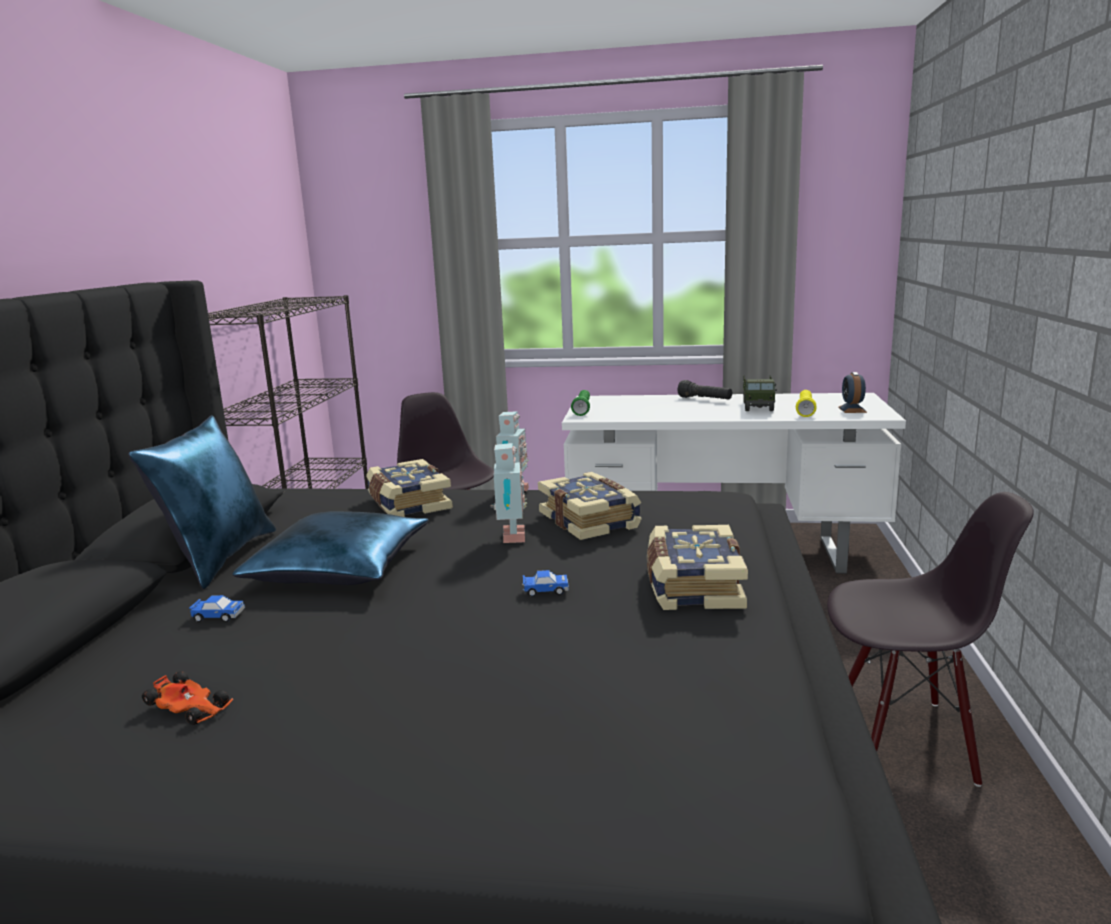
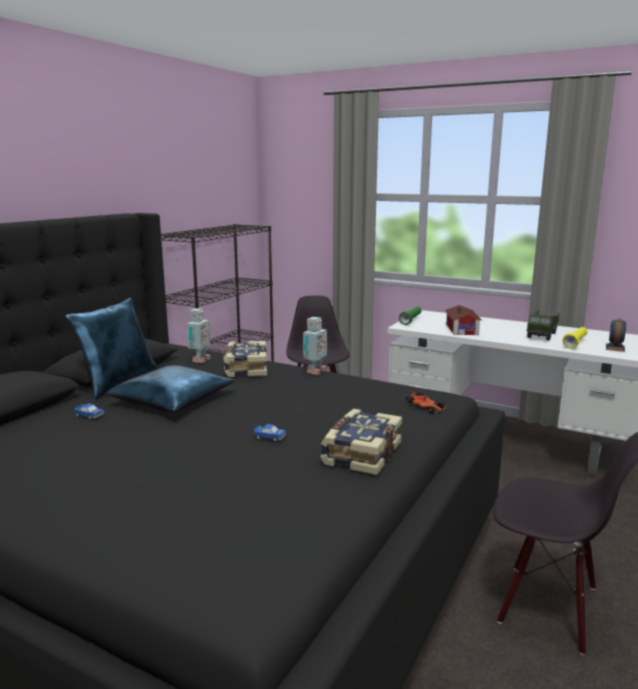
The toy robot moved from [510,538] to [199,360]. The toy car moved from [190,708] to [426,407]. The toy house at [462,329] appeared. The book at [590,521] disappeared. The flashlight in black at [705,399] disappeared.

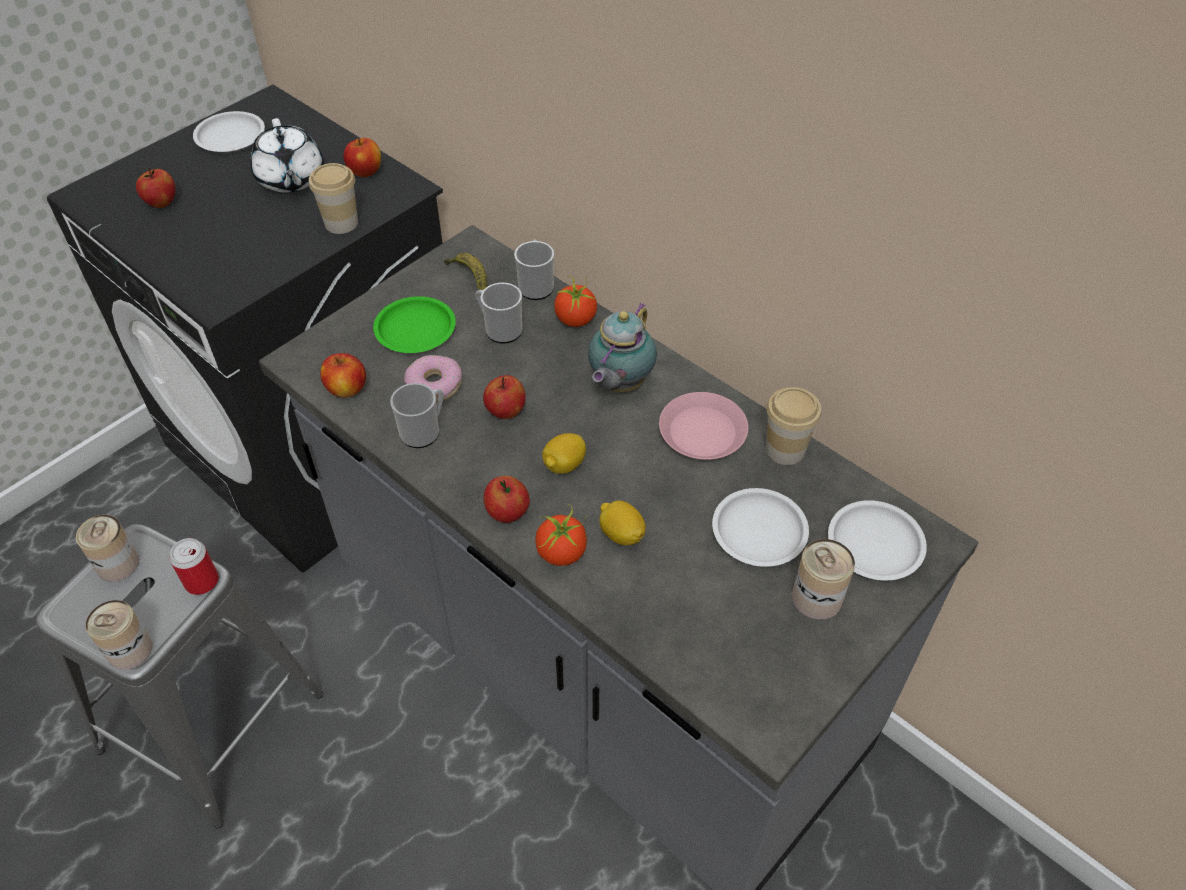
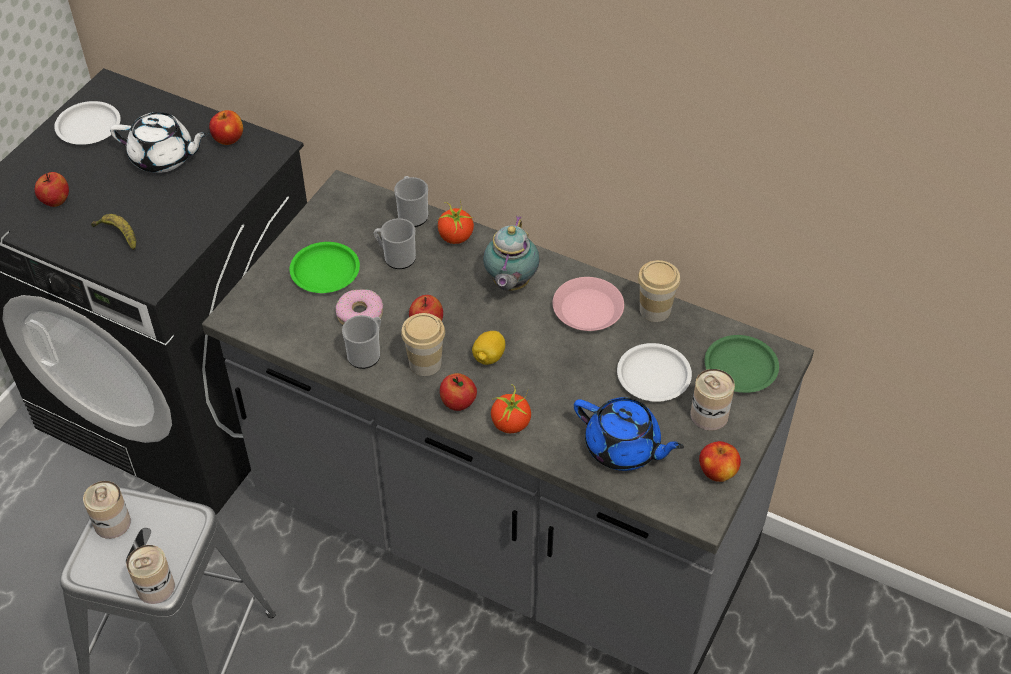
The banana moved from [470,278] to [118,235]. The teapot in white at [291,179] turned 45 degrees counterclockwise. The cup moved from [341,223] to [425,363]. The teapot in blue at [623,448] appeared. The apple moved from [347,389] to [717,472]. The plate in white at [874,545] became the plate in green at [740,368]. The can at [202,581] disappeared. The lemon at [621,534] disappeared.

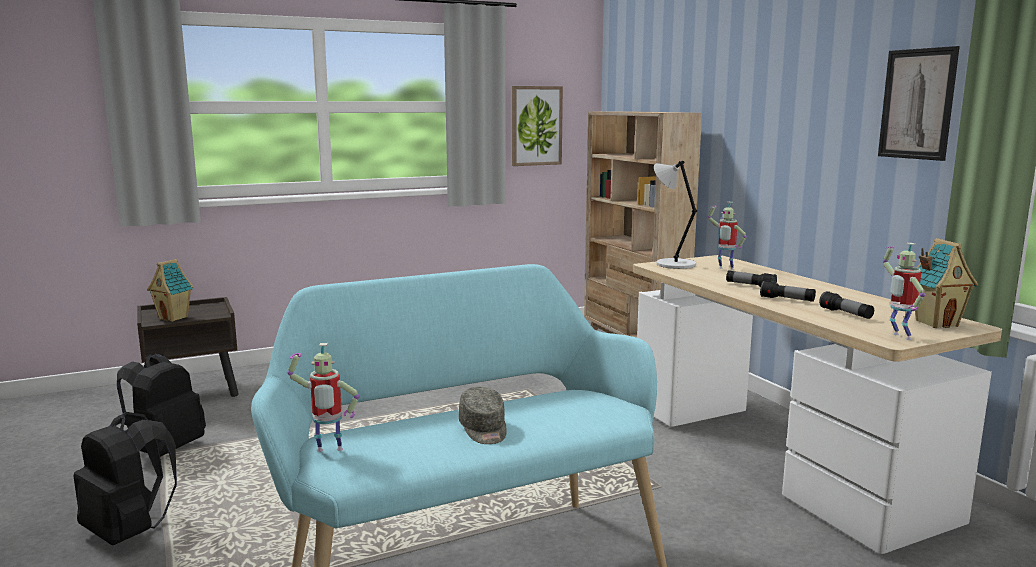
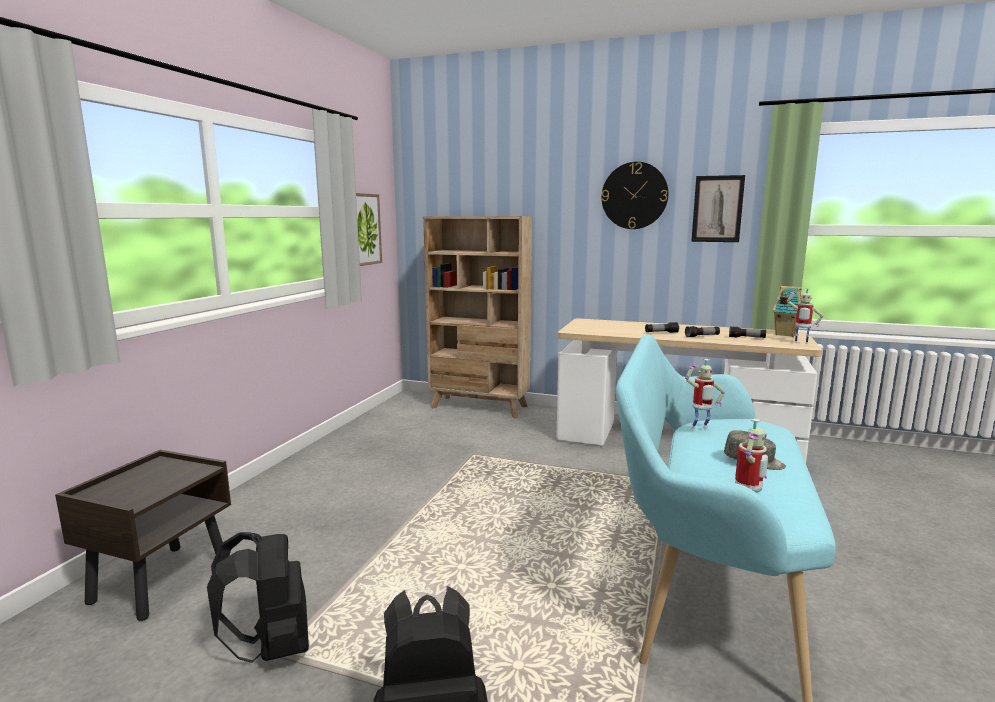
The wall clock at [634,195] appeared. The toy robot moved from [724,269] to [700,428]. The toy house at [174,318] disappeared. The table lamp in grey at [673,264] disappeared.

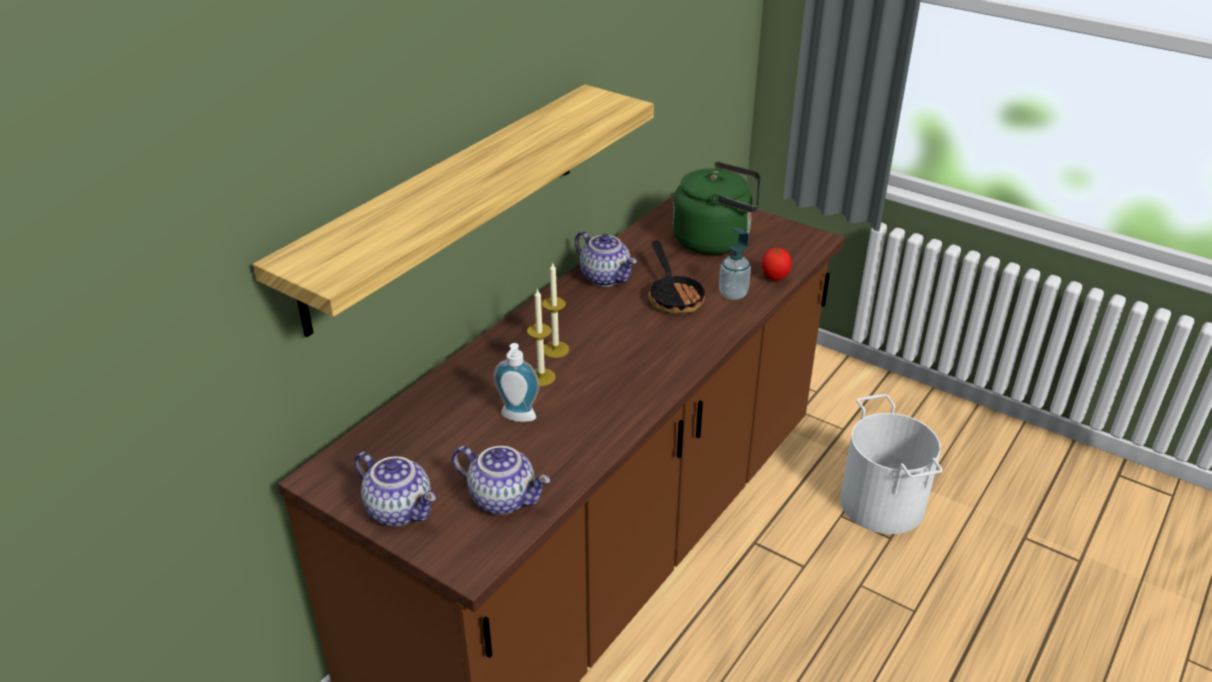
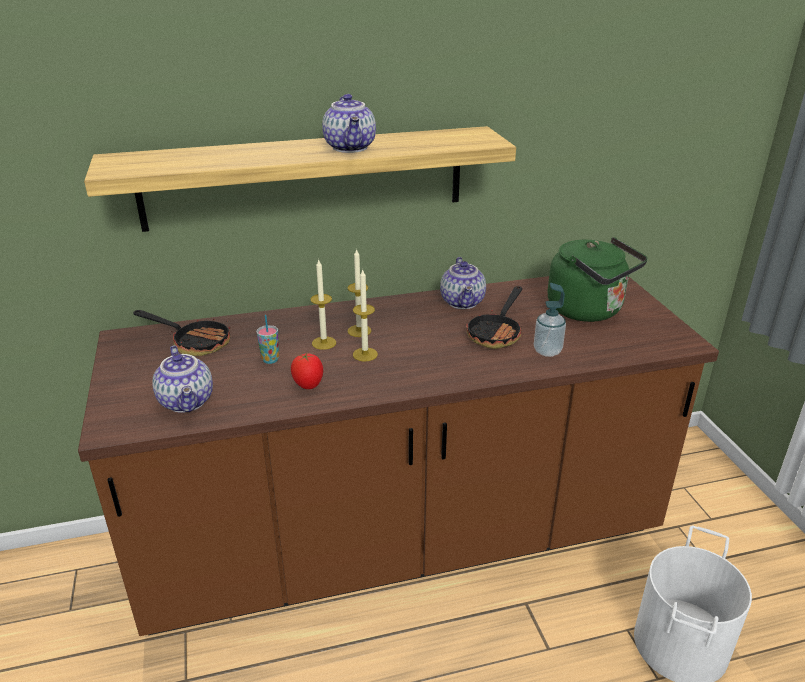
The frying pan at [194,342] appeared. The soap dispenser at [517,418] was replaced by the cup at [270,360]. The tomato moved from [774,278] to [308,386]. The teapot moved from [401,510] to [351,148]. The candle at [365,354] appeared.

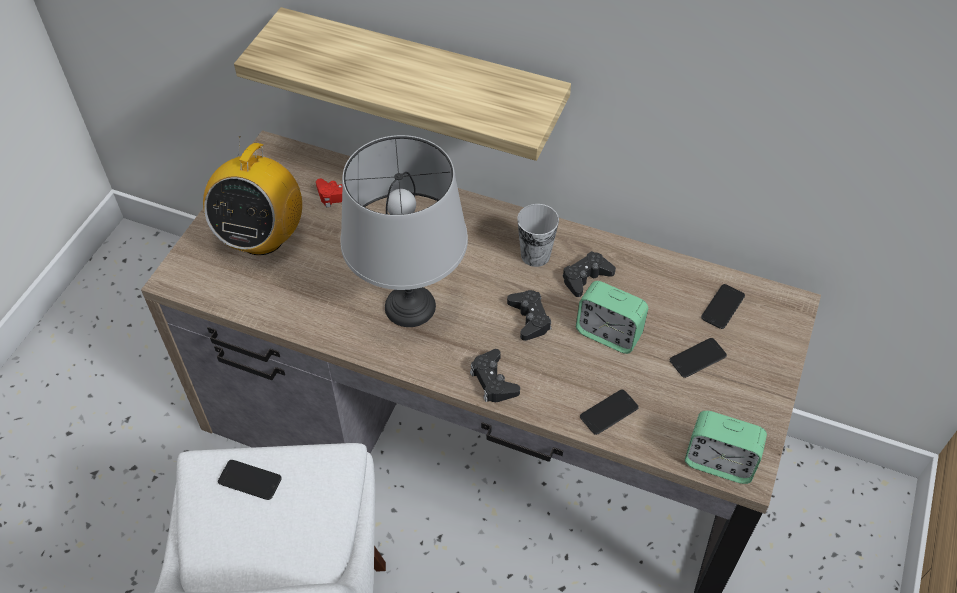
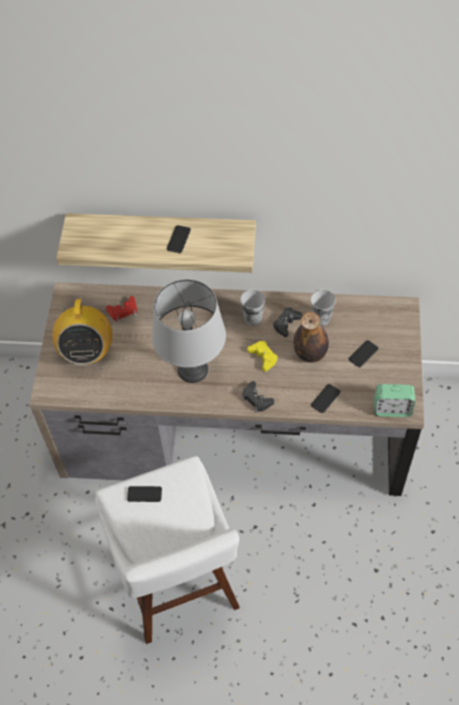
The phone moved from [722,307] to [178,239]. The game controller in black at [529,318] became the game controller in yellow at [263,357]. The alarm clock at [608,334] was replaced by the bottle at [310,353]. The cup at [321,318] appeared.

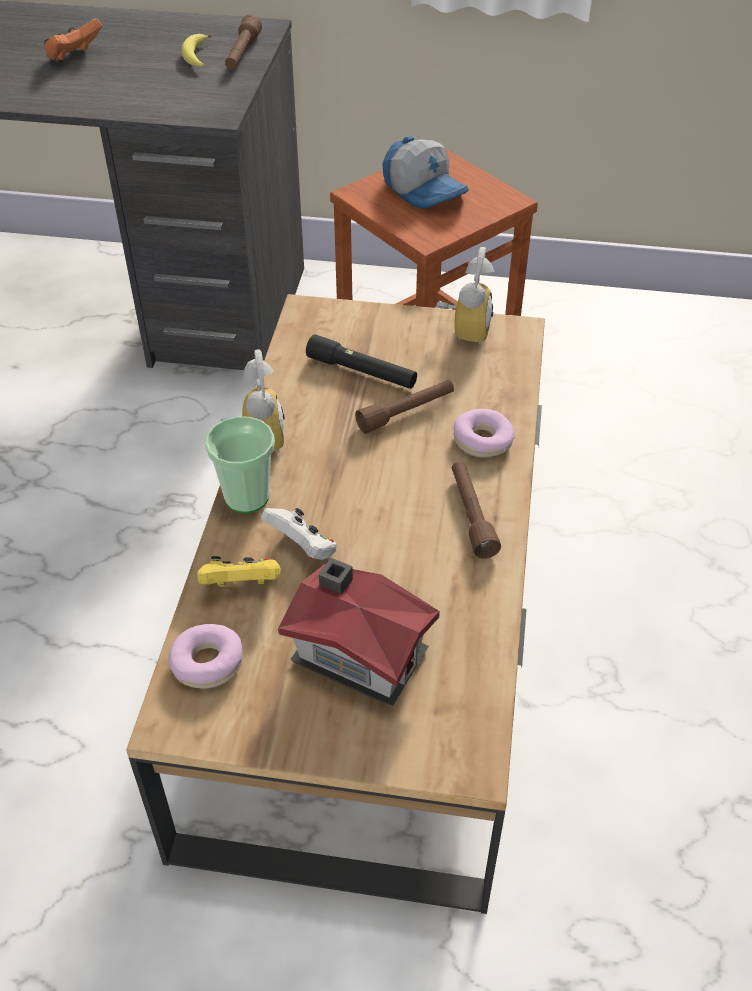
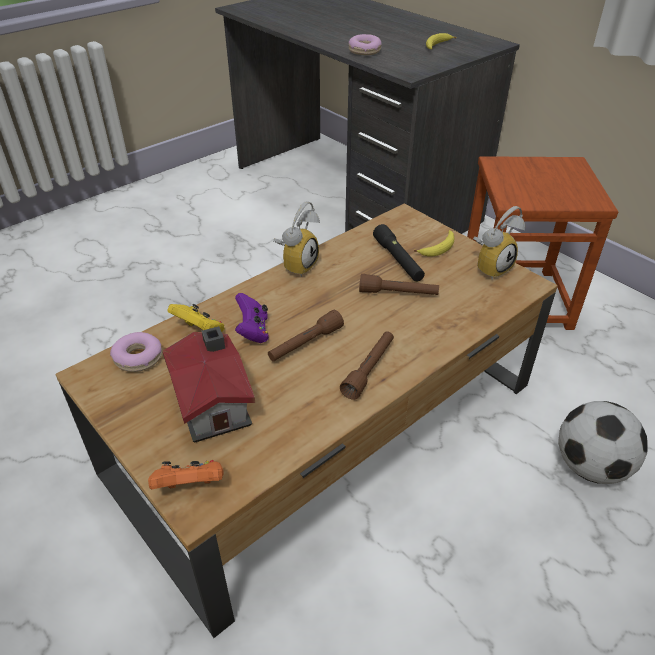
The game controller in orange moved from [74,56] to [190,486]. The game controller in white at [303,548] became the game controller in purple at [253,331]. The flashlight in brown moved from [242,54] to [305,344]. The donut moved from [482,441] to [364,51]. The banana at [438,248] appeared. The football at [590,466] appeared. The cup at [246,497] disappeared. The cap at [425,190] disappeared.

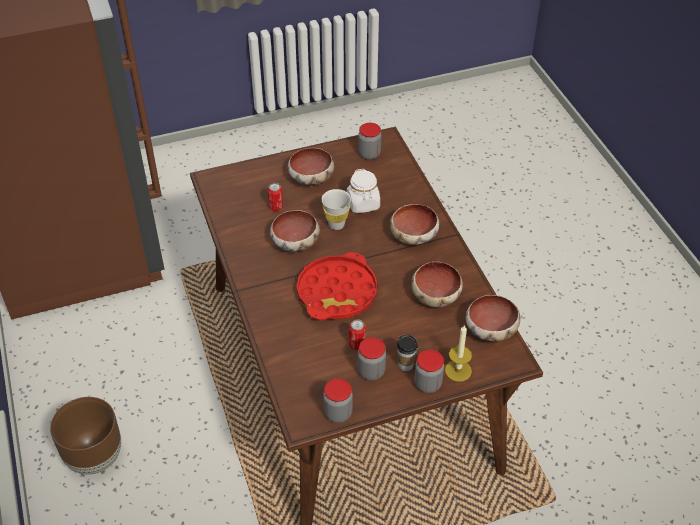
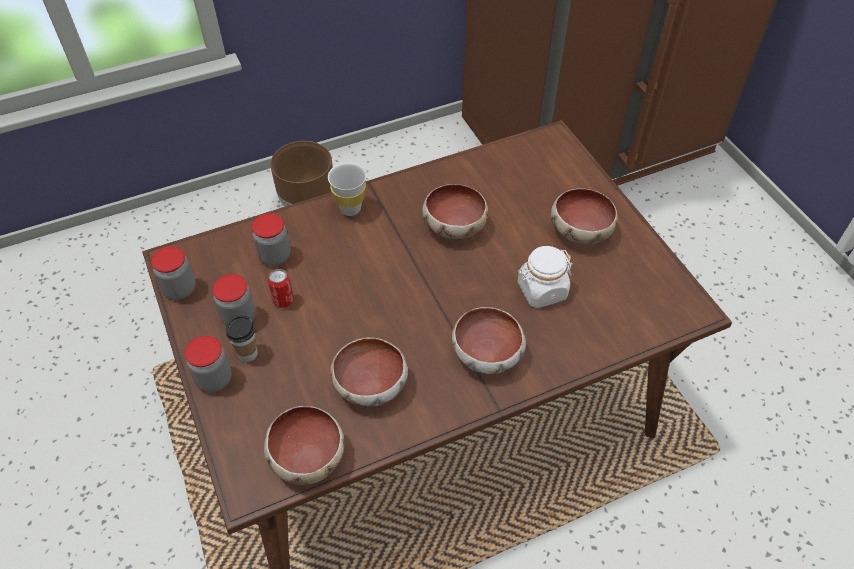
The jar moved from [369,154] to [275,256]. The cup in white moved from [336,224] to [350,209]. The can at [276,207] disappeared. The tray in red at [337,292] disappeared. The candle at [458,370] disappeared.

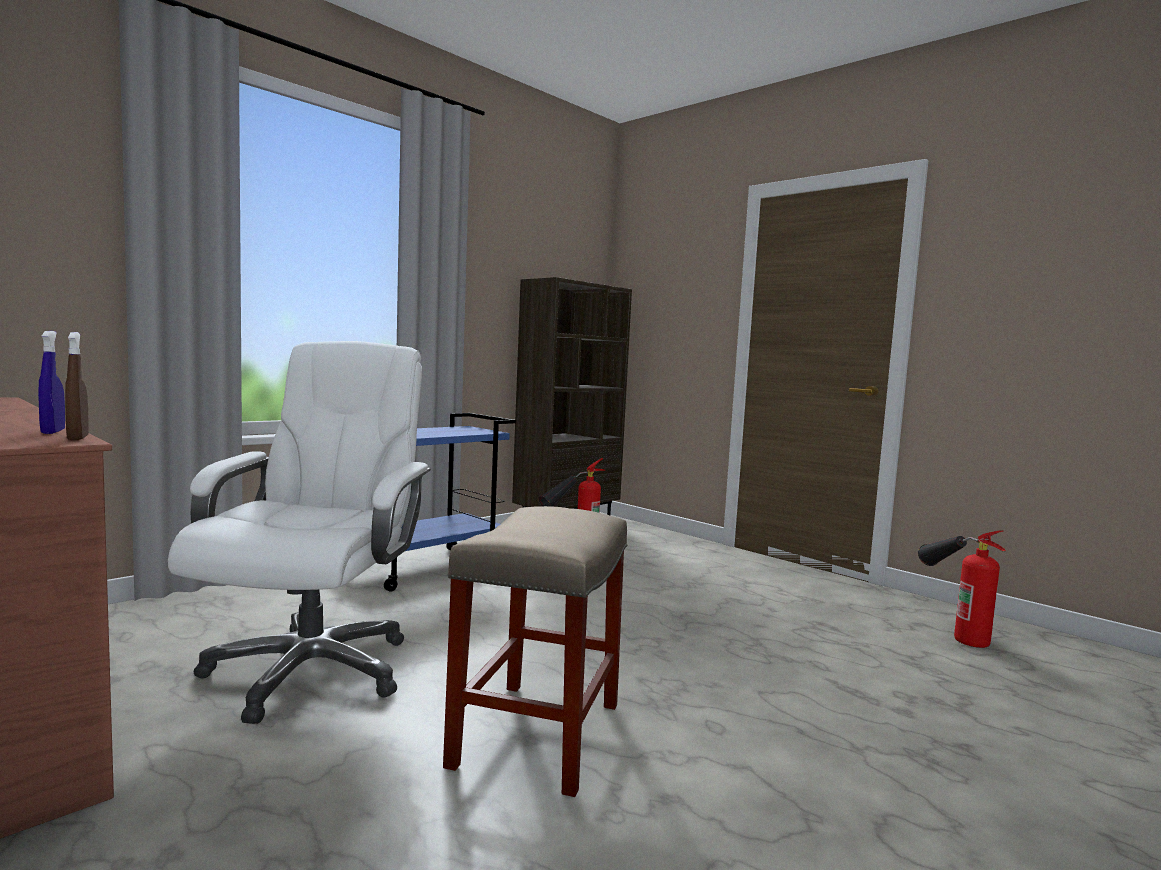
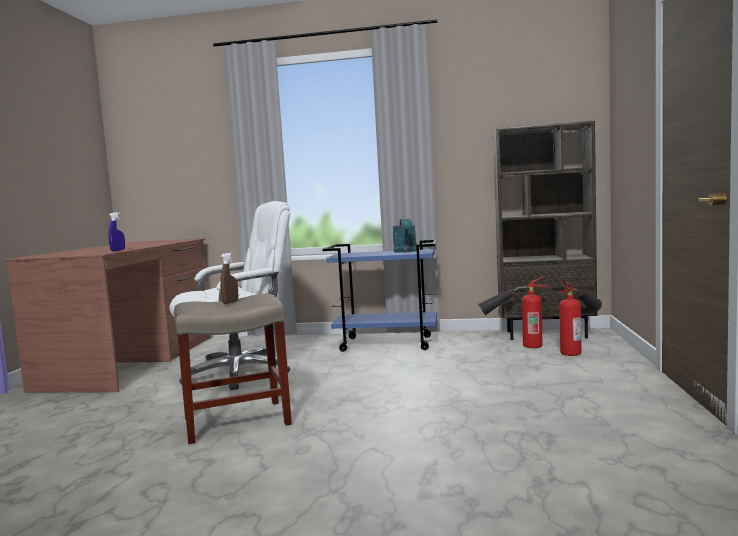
The spray bottle in brown moved from [78,438] to [230,302]. The watering can in turquoise at [406,251] appeared. The fire extinguisher moved from [952,629] to [580,349].

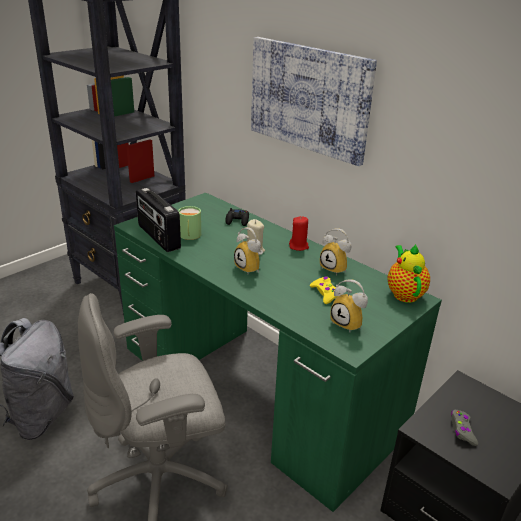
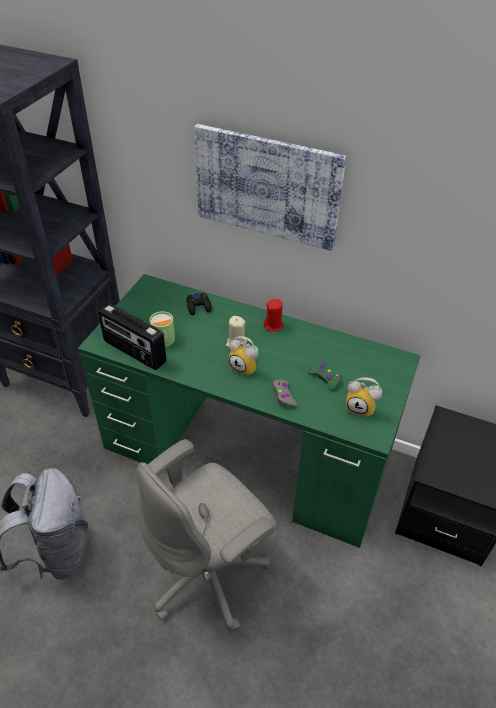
The game controller in grey moved from [462,430] to [283,396]. The game controller in yellow at [325,293] became the game controller in green at [325,378]. The alarm clock at [336,269] disappeared. The teapot at [404,293] disappeared.

